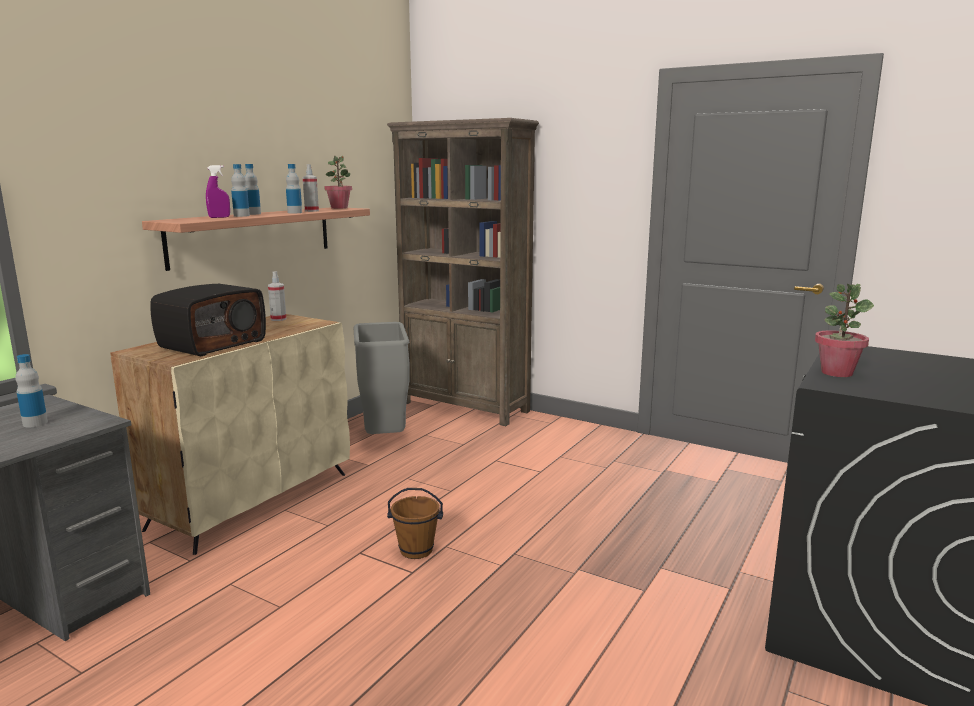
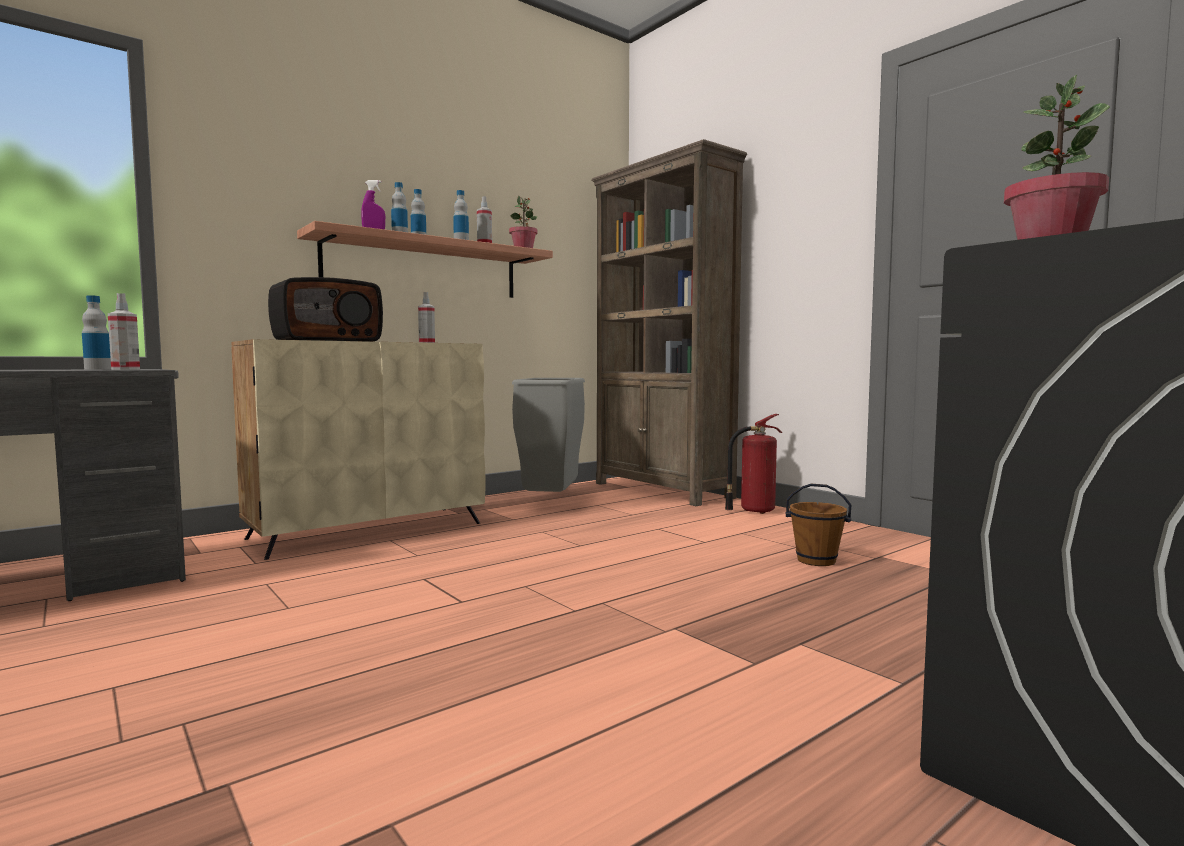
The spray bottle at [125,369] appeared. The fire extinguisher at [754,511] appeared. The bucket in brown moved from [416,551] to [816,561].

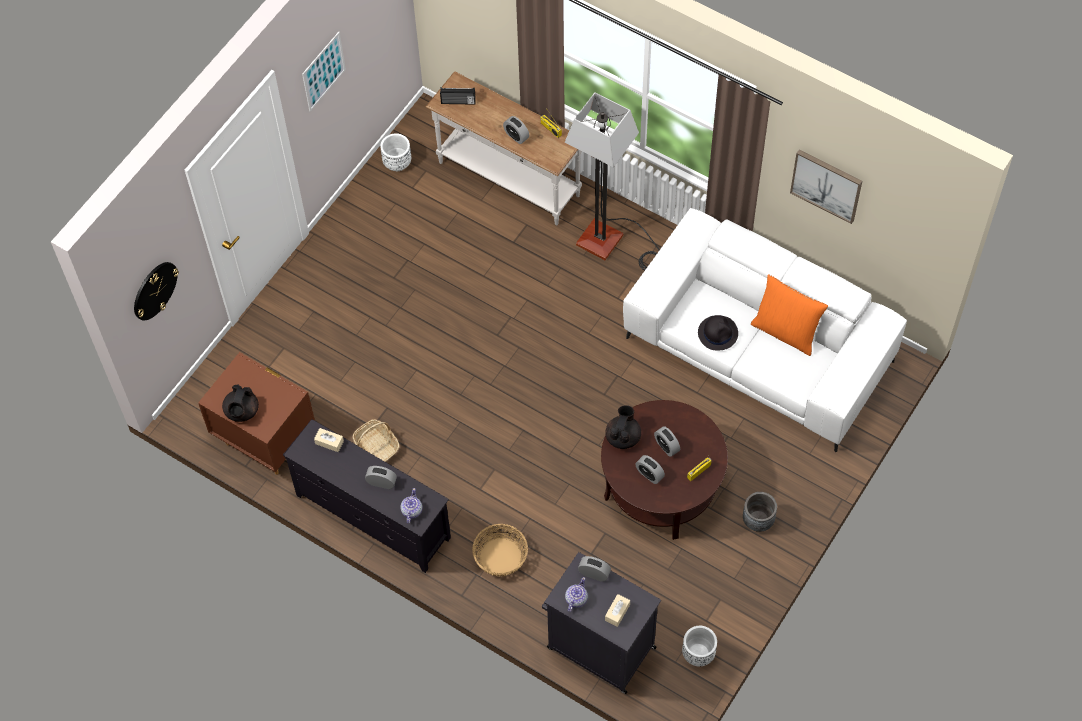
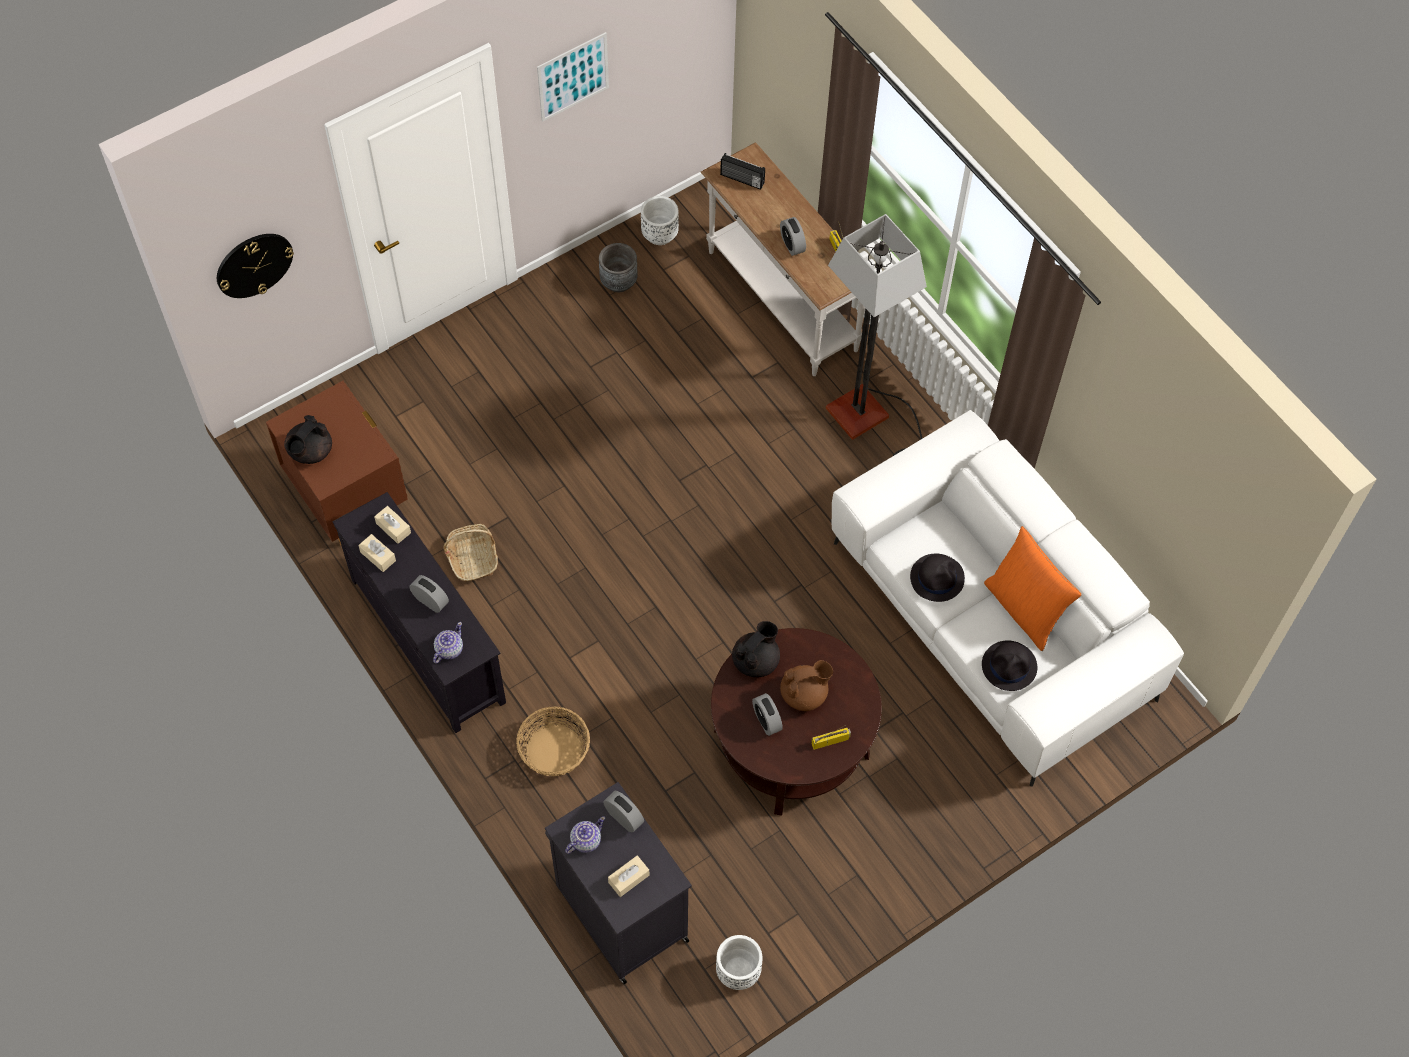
The tissue box in beige at [378,556] appeared. The planter in grey moved from [758,520] to [618,282]. The alarm clock at [666,446] was replaced by the teapot in brown at [804,694]. The hat in black at [1009,666] appeared. The picture at [826,185] disappeared.

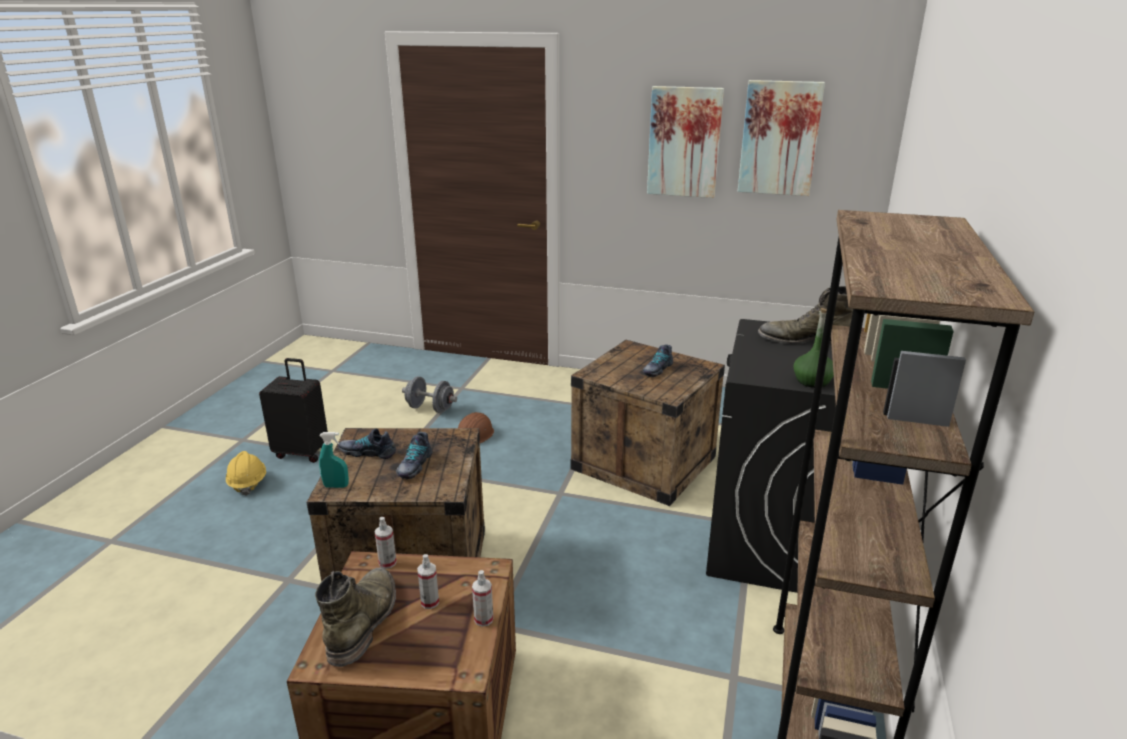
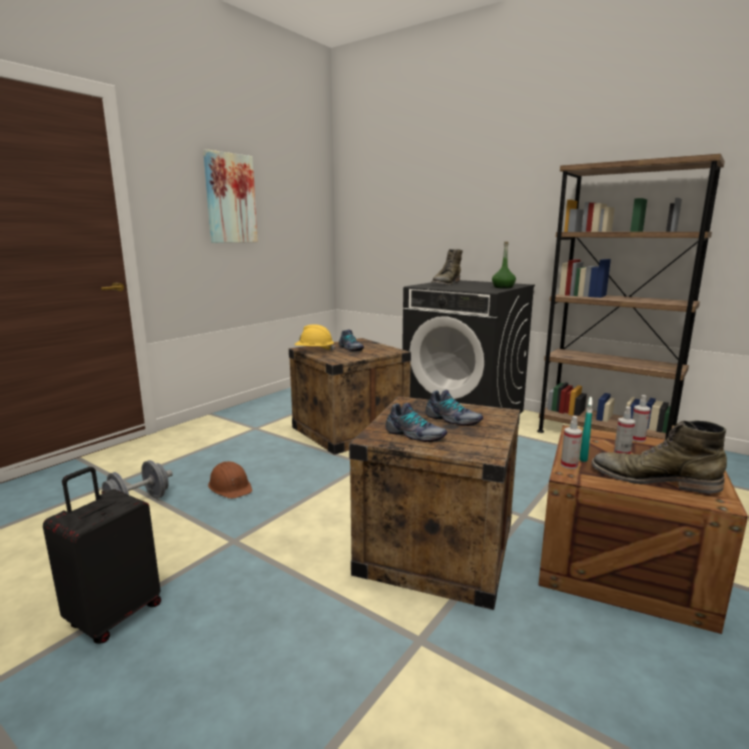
The hard hat in yellow moved from [248,483] to [314,351]. The shoe at [368,452] turned 90 degrees counterclockwise. The spray bottle in turquoise moved from [336,486] to [583,457]. The picture at [779,138] disappeared.

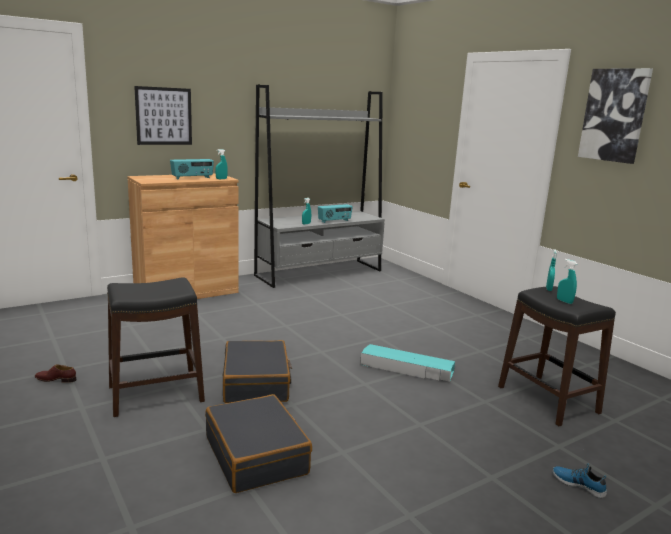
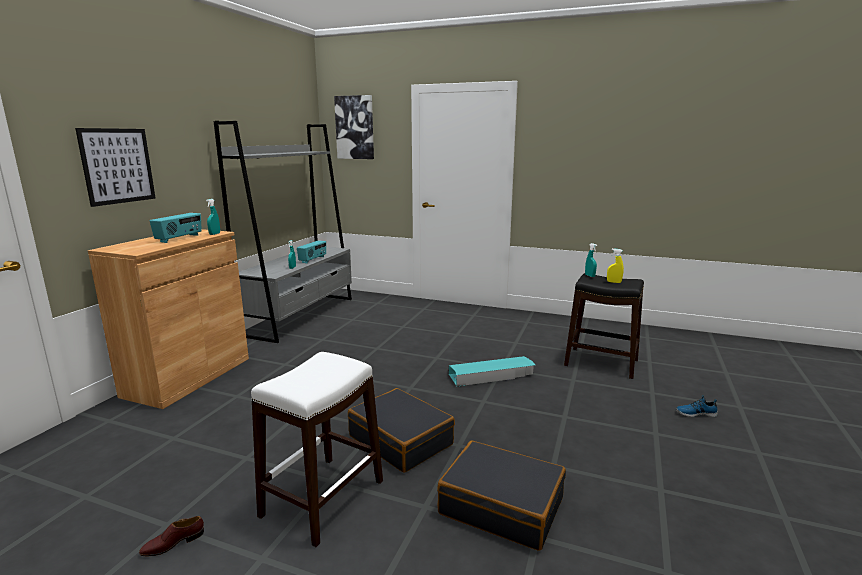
The stool in black at [155,394] became the stool in white at [322,498]. The picture moved from [614,115] to [355,127]. The spray bottle in turquoise at [564,301] became the spray bottle in yellow at [614,282].

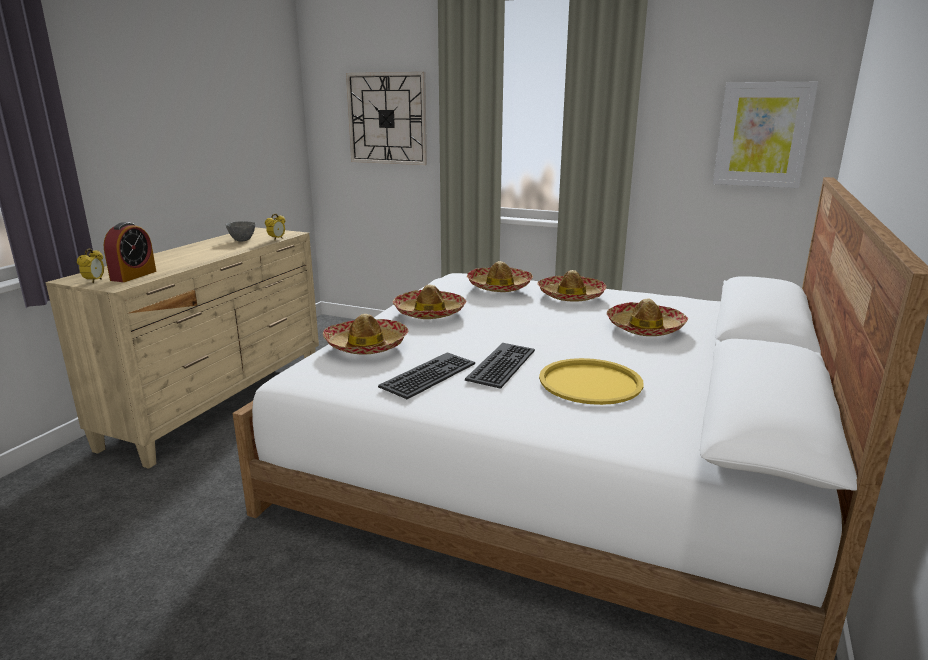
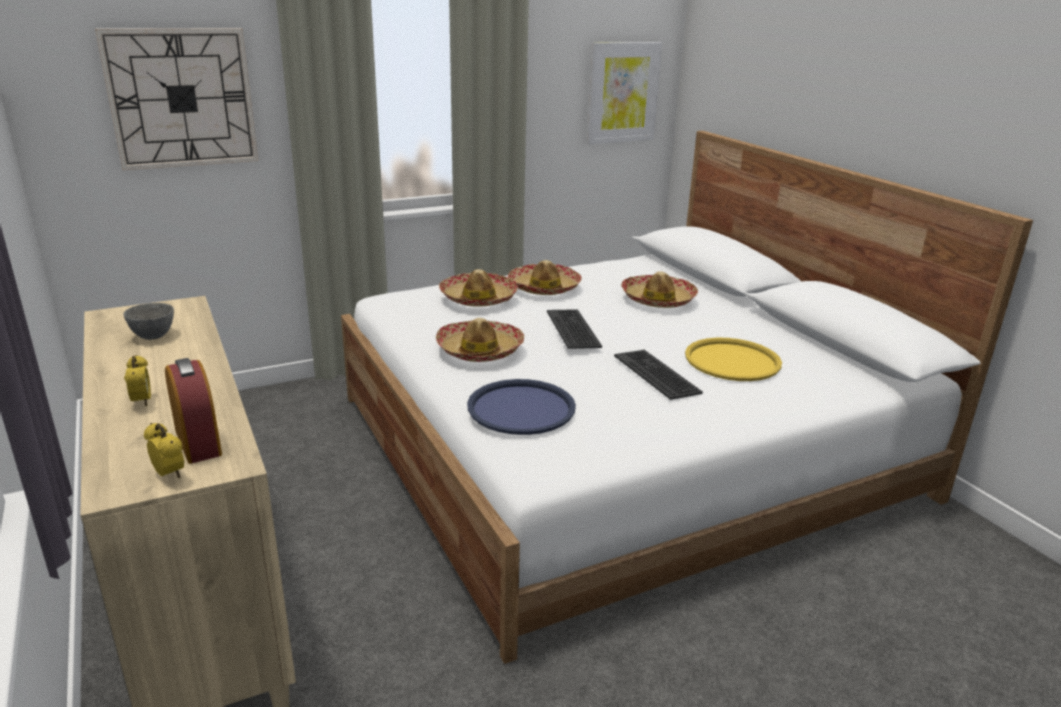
The alarm clock moved from [277,239] to [142,402]. The hat at [366,345] was replaced by the tray in blue at [521,408]. The keyboard moved from [429,376] to [574,329].

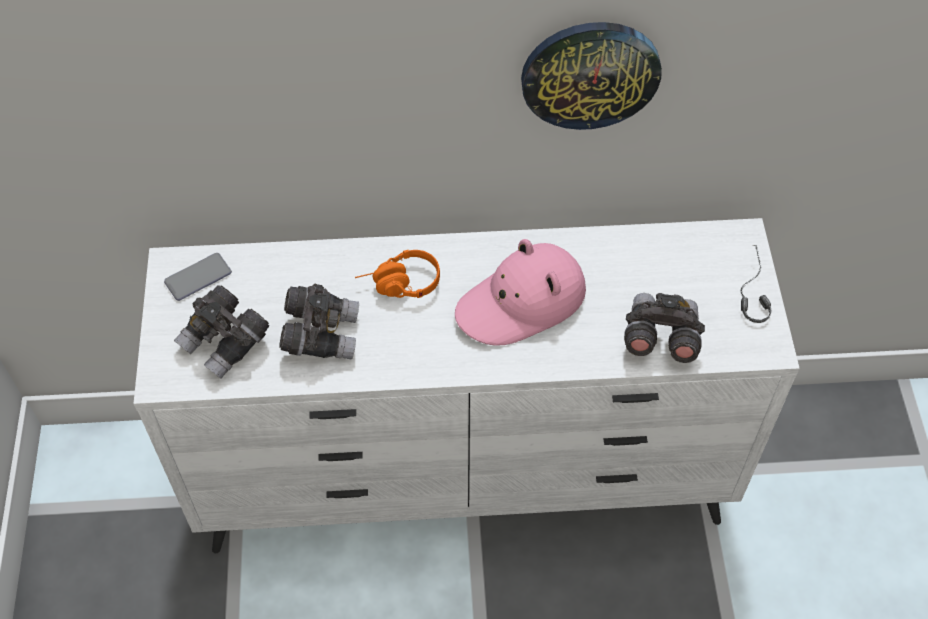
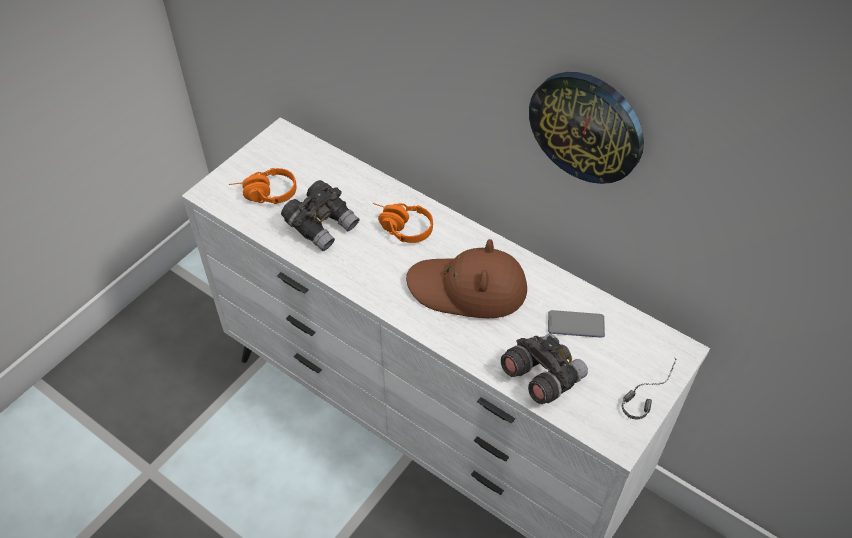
The binoculars in grey at [225,342] was replaced by the headphones in orange at [264,195]. The hat in pink at [521,302] became the hat in brown at [468,289]. The phone moved from [198,277] to [575,325].

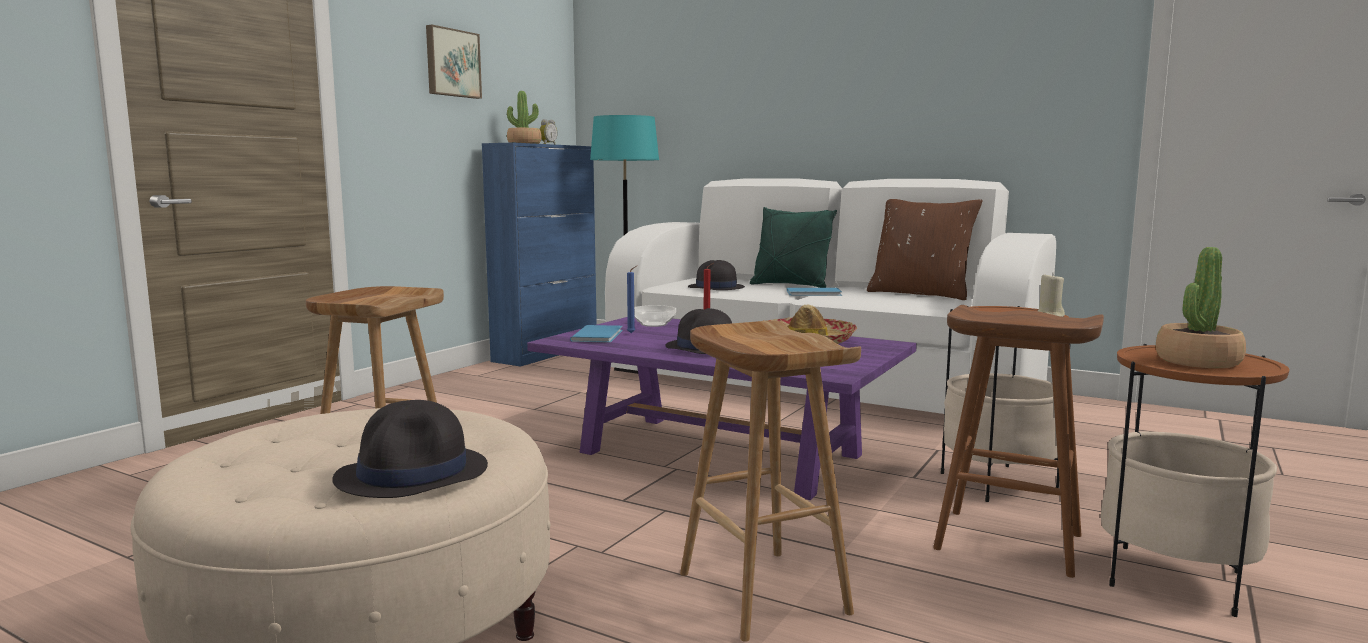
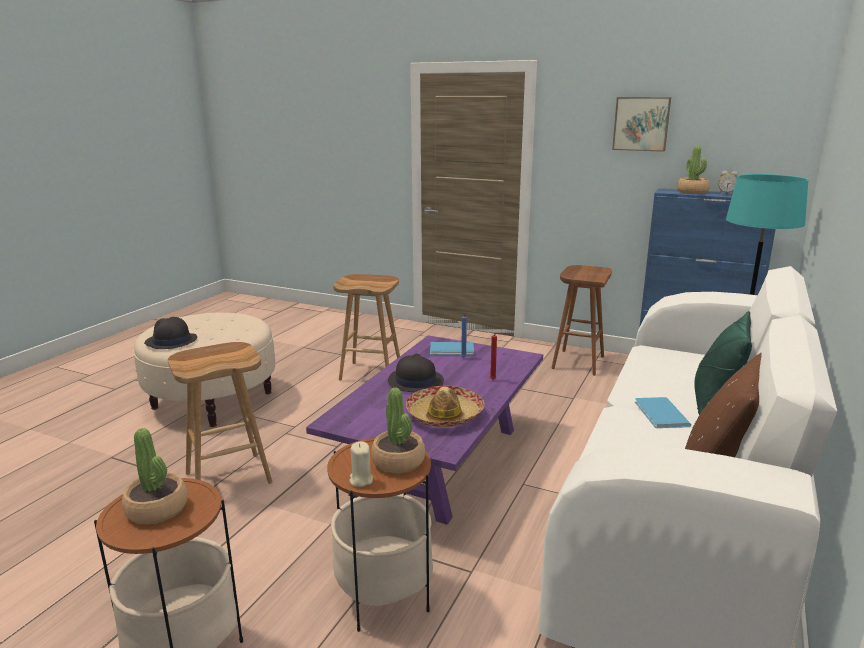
The potted plant at [398,461] appeared. The stool in brown moved from [1006,542] to [577,362]. The bowl at [654,324] disappeared. The hat in black at [716,288] disappeared.

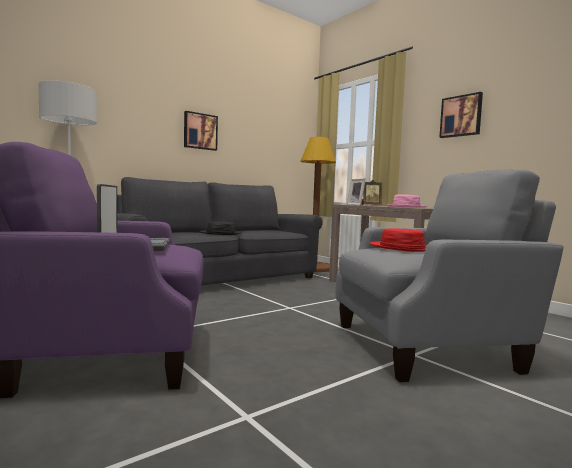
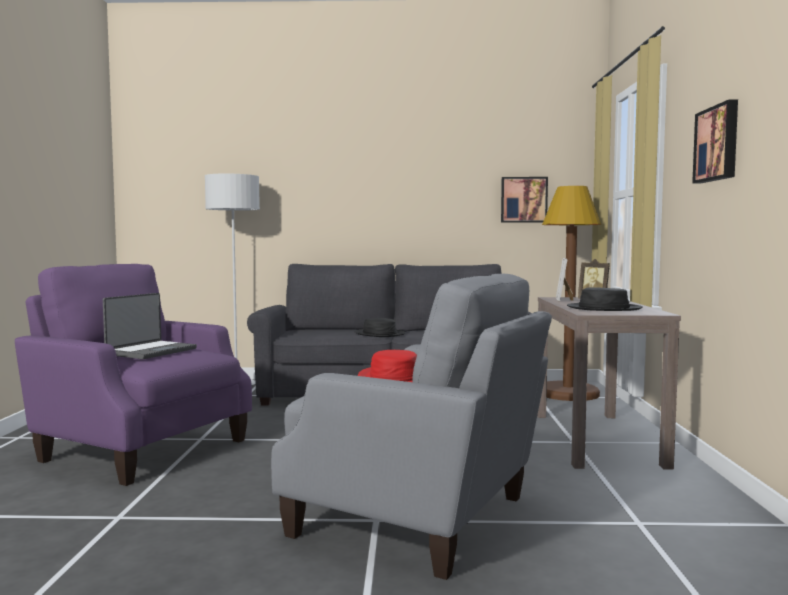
The picture moved from [200,131] to [523,200]. The hat in pink at [406,207] became the hat in black at [604,308].

